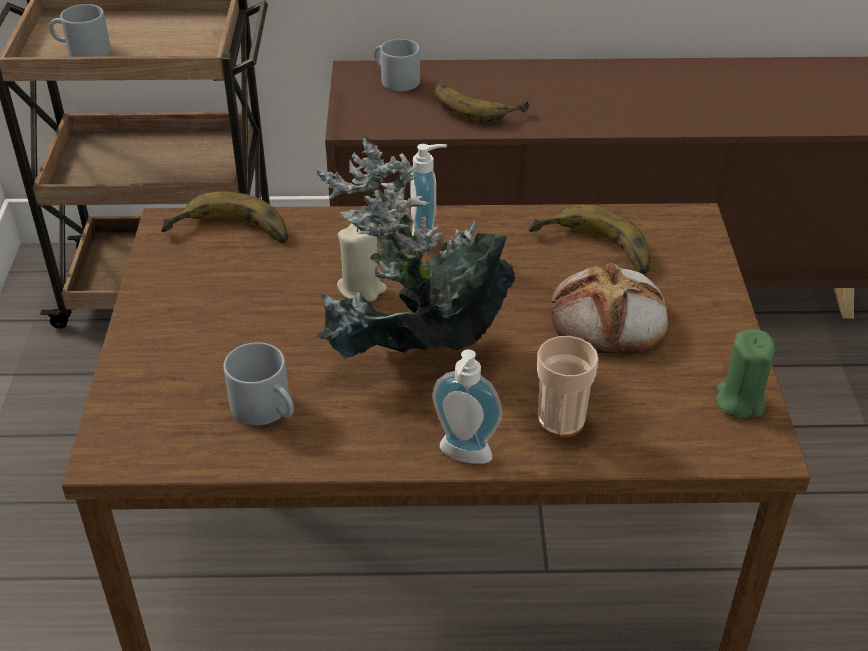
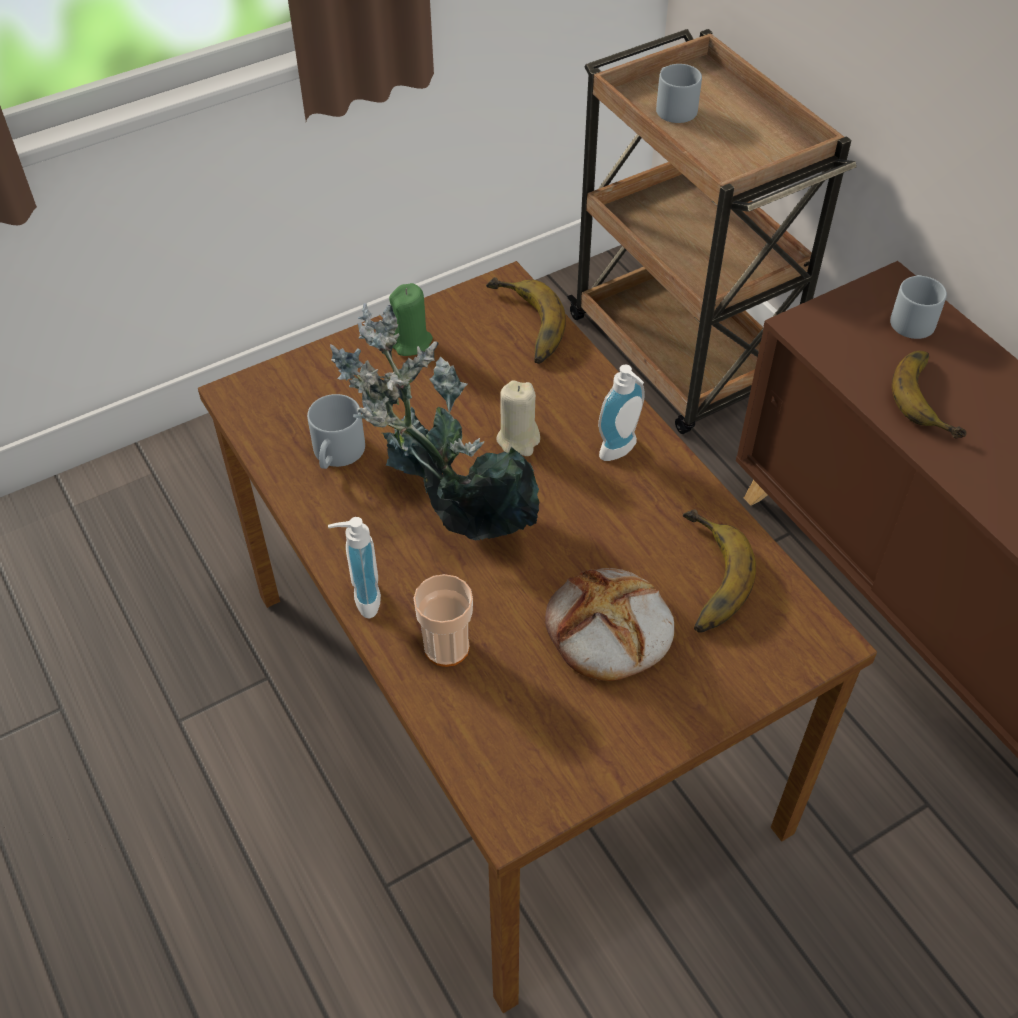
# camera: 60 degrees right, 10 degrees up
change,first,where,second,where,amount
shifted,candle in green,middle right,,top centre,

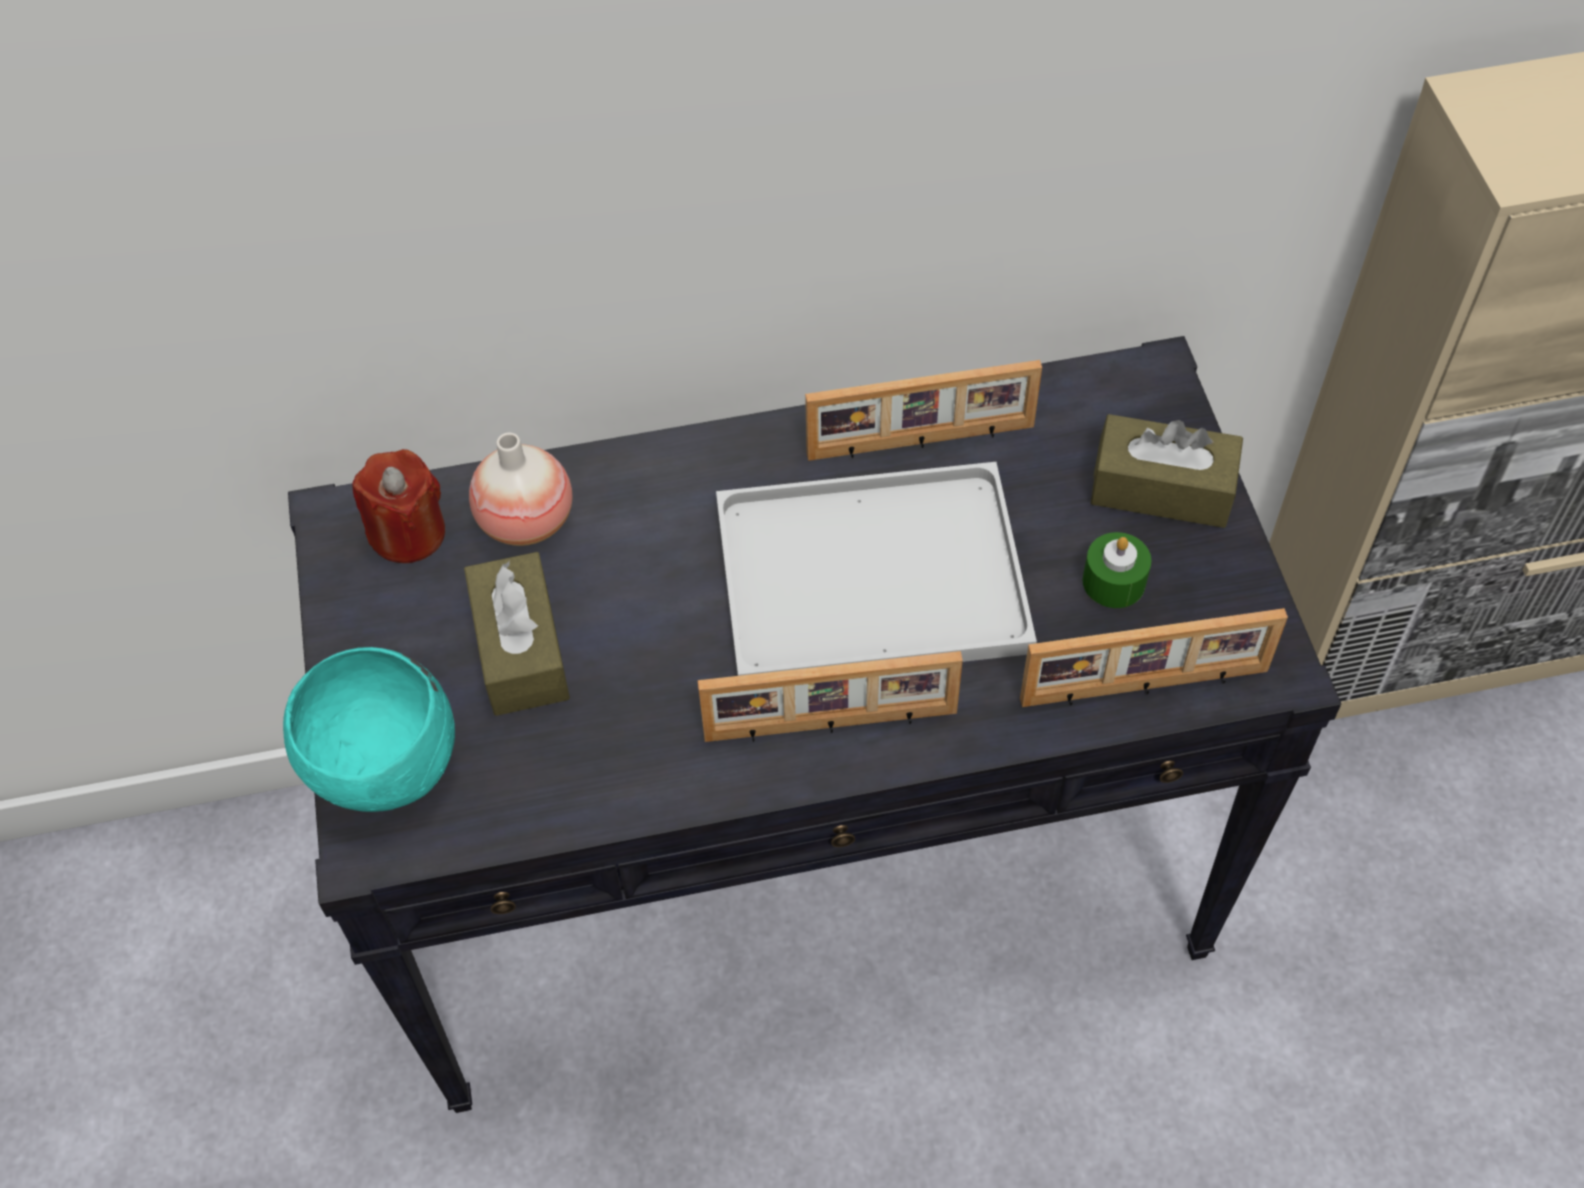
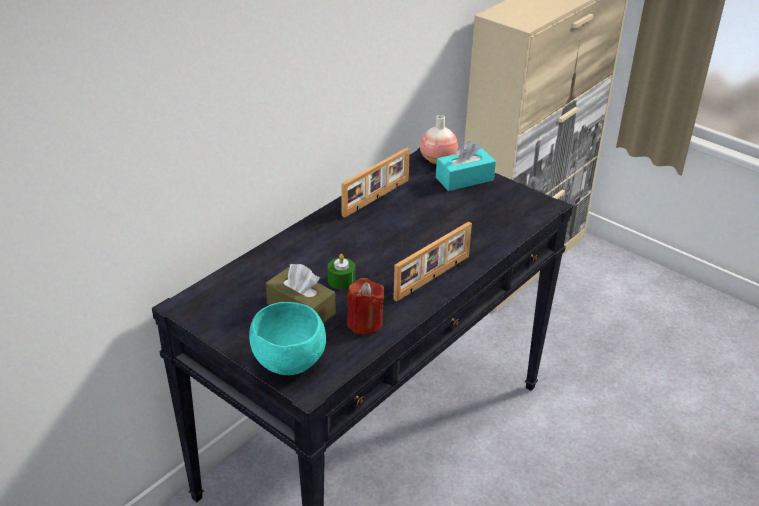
# camera: 40 degrees left, 20 degrees down
change,first,where,second,where,amount
repainted,tissue box in brown (no. 2 from left),middle right,tissue box in turquoise,top centre,
shifted,vase,middle left,,top centre,
shifted,candle in red,middle left,,centre,
gone,tray in white,centre,,,
shifted,candle in green,middle right,,centre,
gone,picture frame (no. 3 from left),middle right,,,

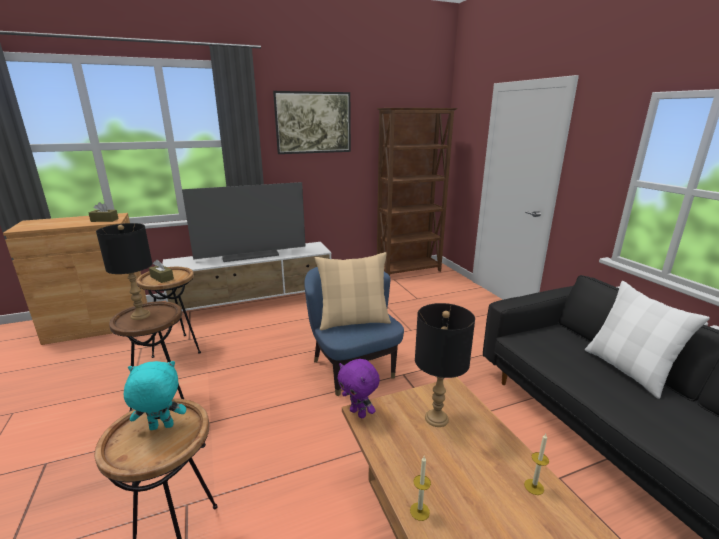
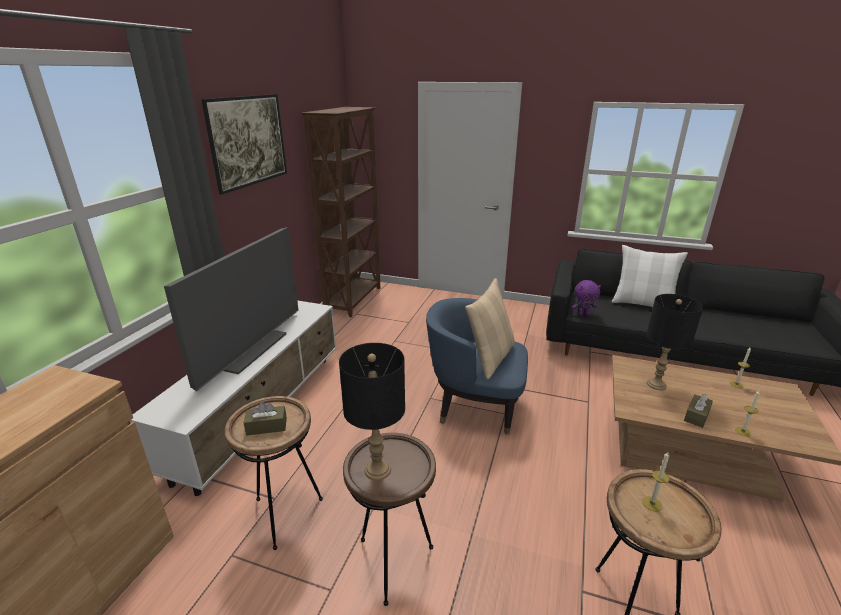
# camera: 50 degrees left, 5 degrees up
change,first,where,second,where,amount
shifted,tissue box in brown (no. 1 from left in the first image),middle left,tissue box in brown (no. 2 from left),bottom right,
shifted,plush toy in purple,bottom centre,,middle right,
swapped,plush toy in turquoise,bottom left,candle (no. 1 from left),bottom right,

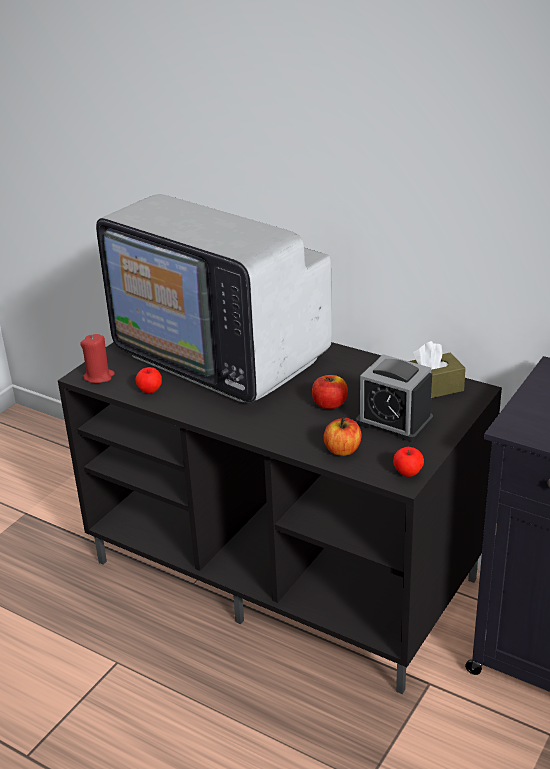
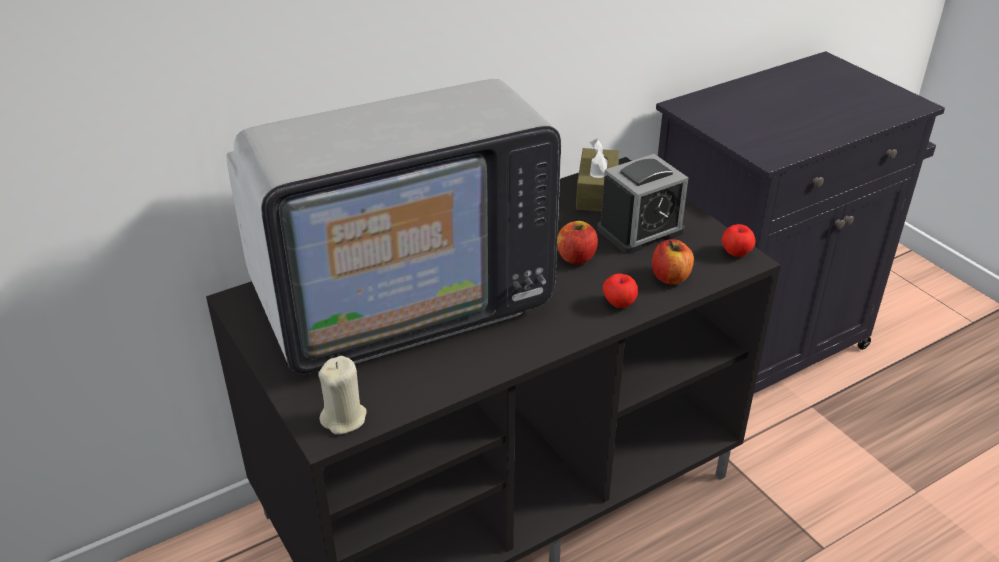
# camera: 65 degrees left, 5 degrees up
change,first,where,second,where,amount
repainted,candle in red,middle left,candle in beige,bottom centre,
shifted,apple (no. 1 from left in the first image),middle left,apple (no. 2 from left),centre,

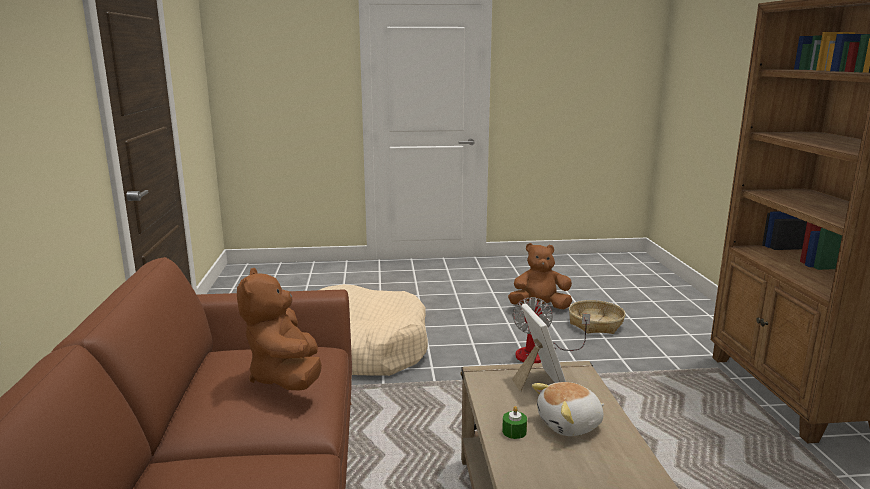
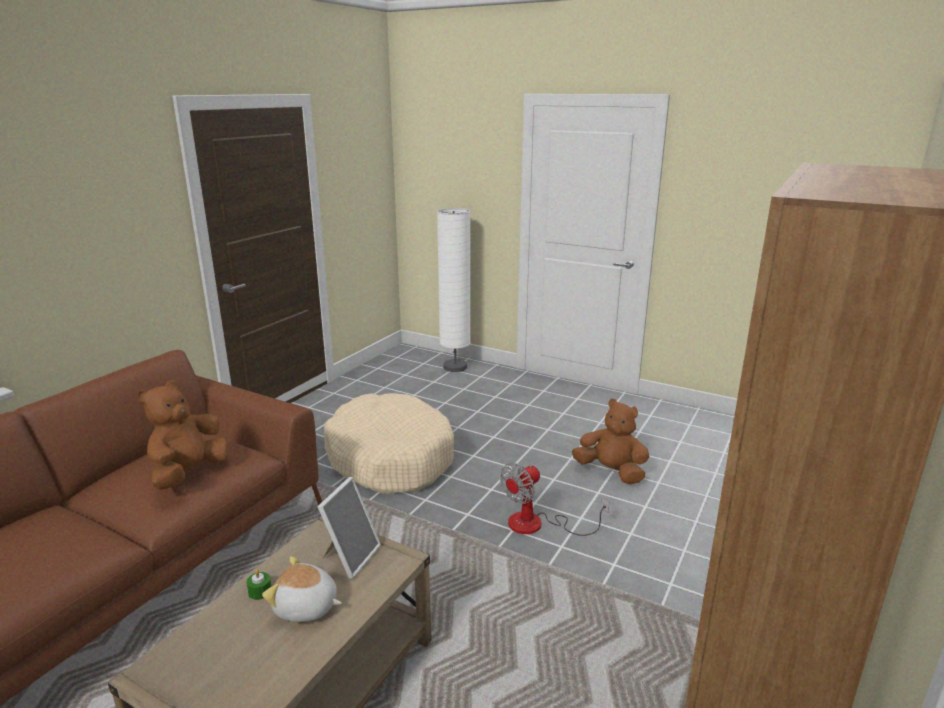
# camera: 35 degrees right, 5 degrees up
change,first,where,second,where,amount
gone,basket,middle right,,,
new,,,floor lamp in white,centre,

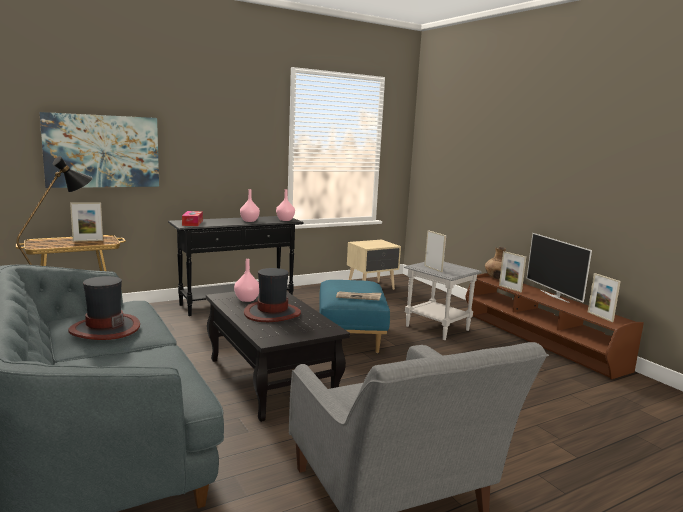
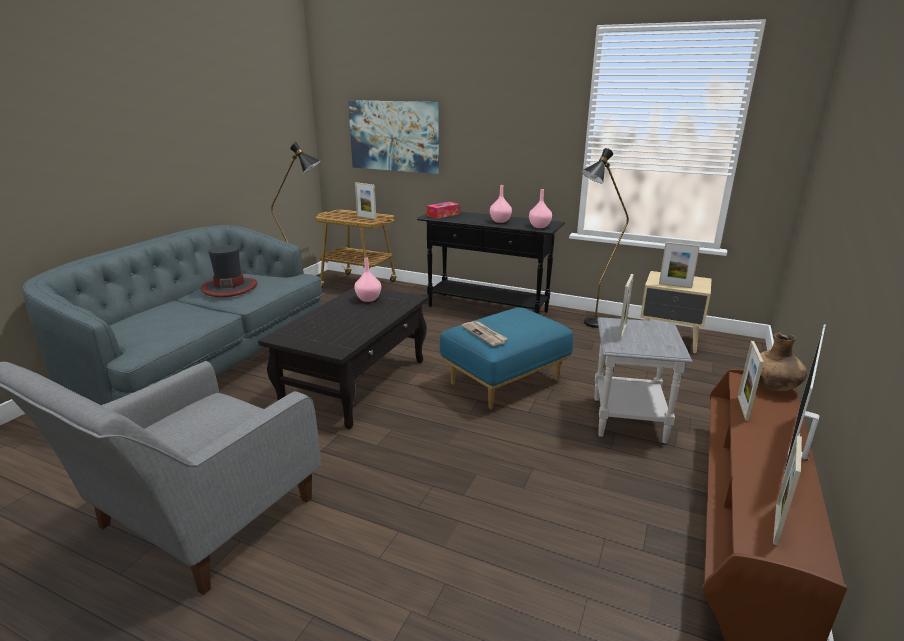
# camera: 55 degrees right, 10 degrees up
change,first,where,second,where,amount
gone,hat (no. 2 from left),centre,,,
new,,,floor lamp in black (no. 2 from left),middle right,
new,,,picture frame (no. 3 from left),middle right,

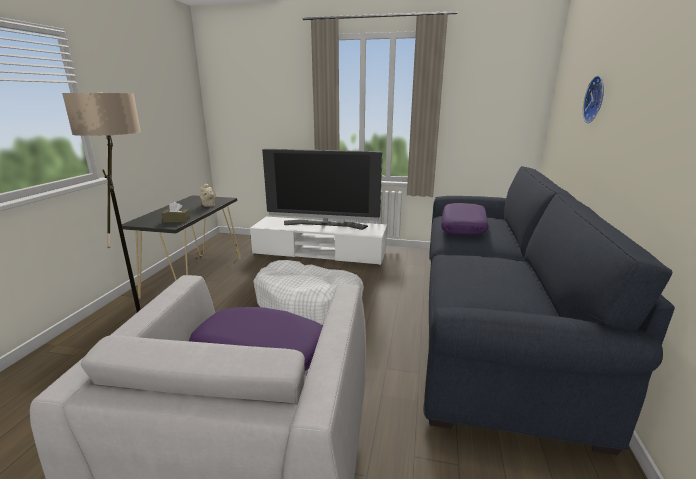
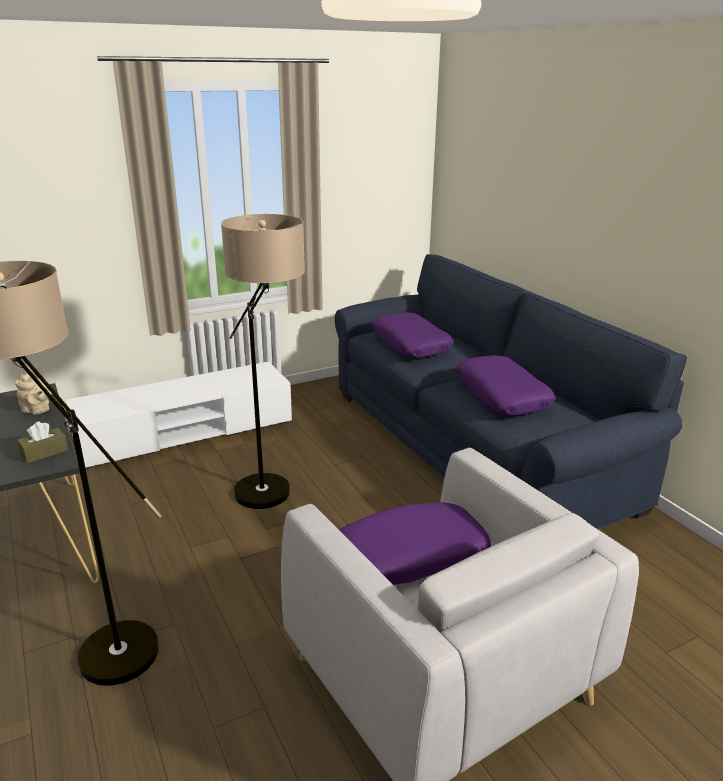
# camera: 40 degrees left, 5 degrees up
change,first,where,second,where,amount
gone,wall clock,top right,,,
gone,television,centre,,,
swapped,dog bed in white,centre,floor lamp (no. 2 from left),centre,
new,,,pillow in purple (no. 3 from left),middle right,

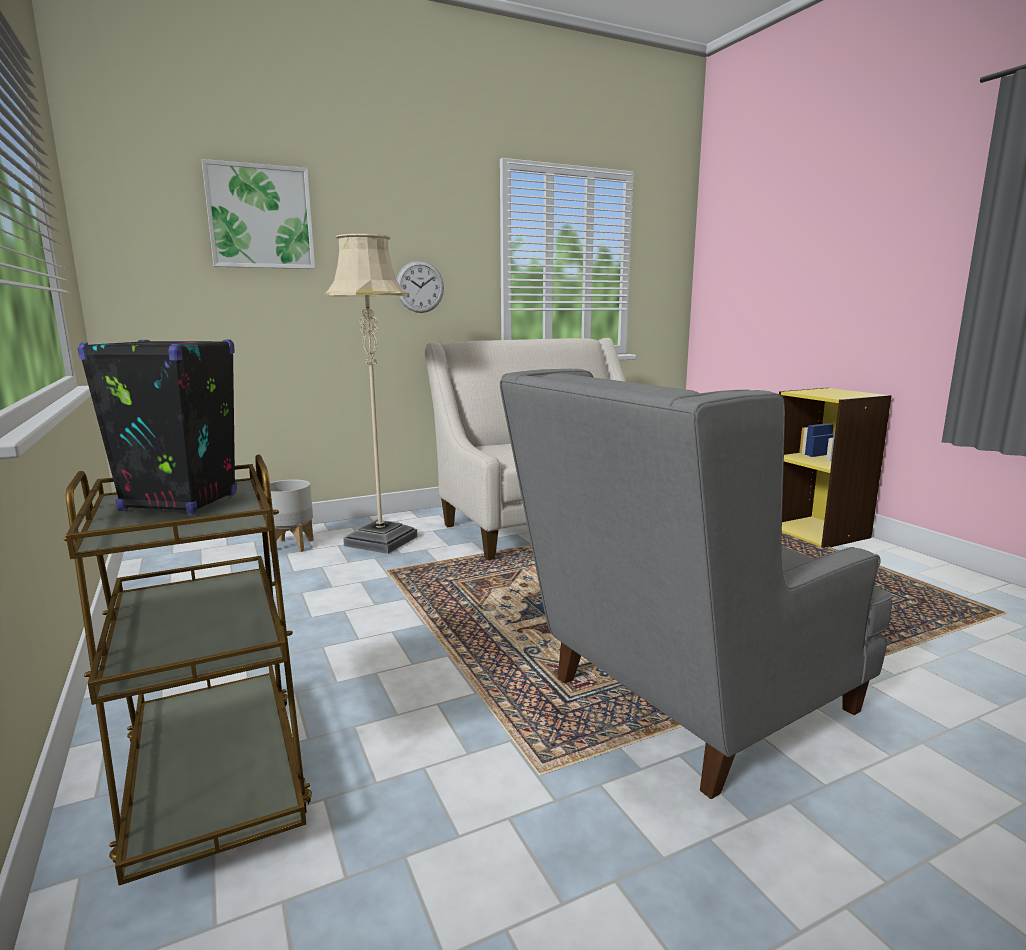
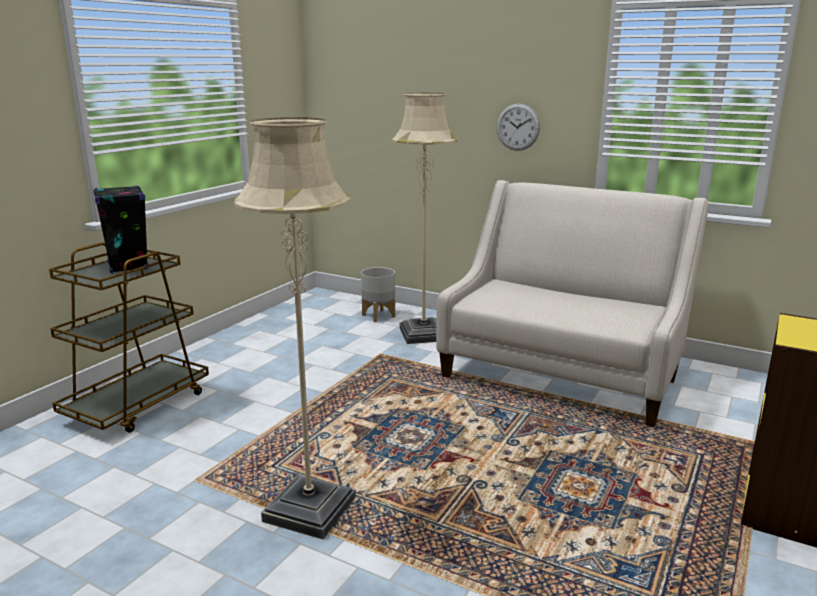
# camera: 55 degrees right, 5 degrees up
change,first,where,second,where,amount
gone,picture,top left,,,
swapped,armchair in grey,middle right,floor lamp in beige (no. 1 from left),centre,

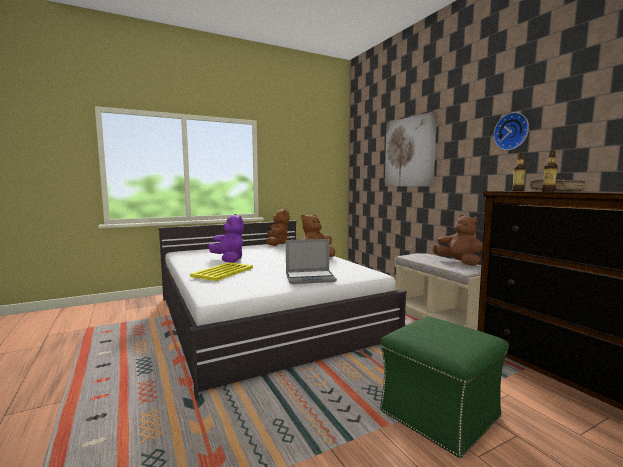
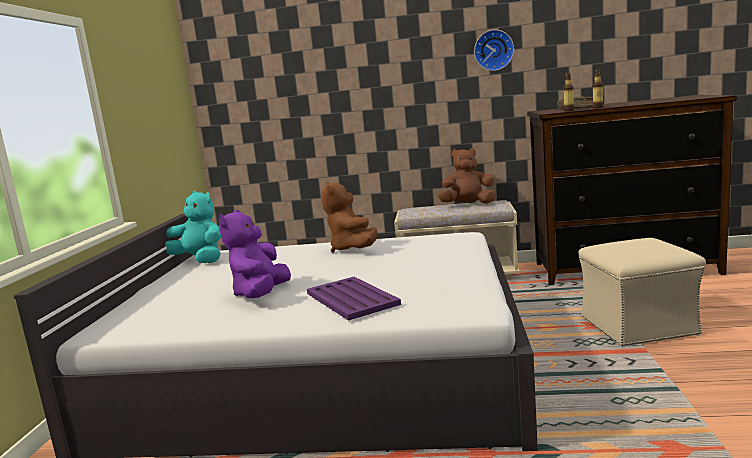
# camera: 55 degrees left, 5 degrees up
change,first,where,second,where,amount
gone,picture,top centre,,,
repainted,plush toy in brown (no. 1 from left),centre,plush toy in turquoise,middle left,
rotated,plush toy in purple,centre,,centre,75 degrees counterclockwise
gone,laptop,centre,,,
repainted,tray in yellow,centre,tray in purple,centre,
repainted,ottoman in green,bottom right,ottoman in beige,middle right,

